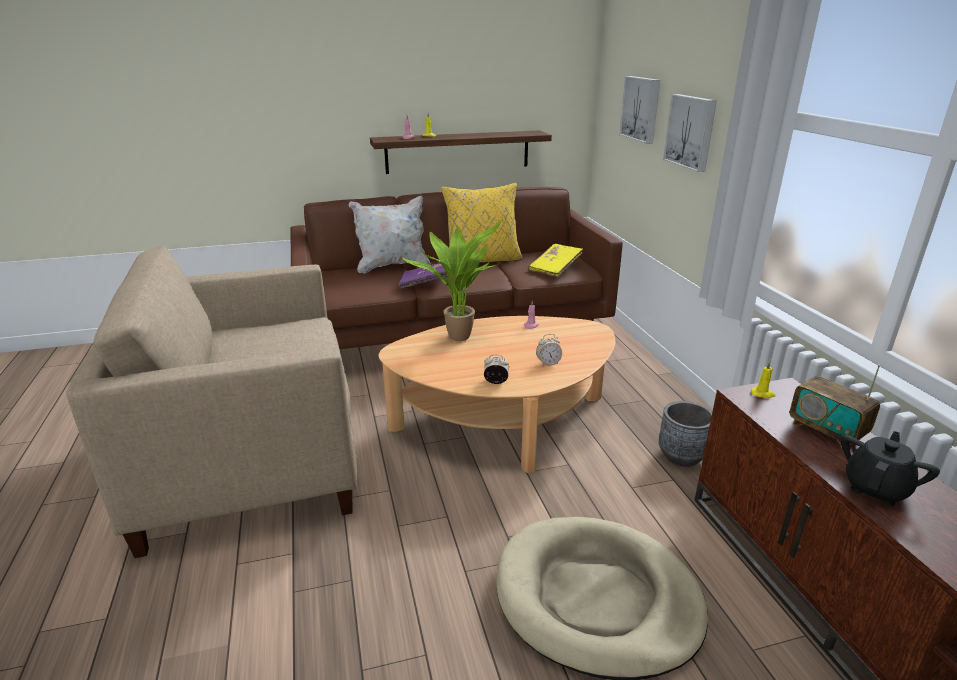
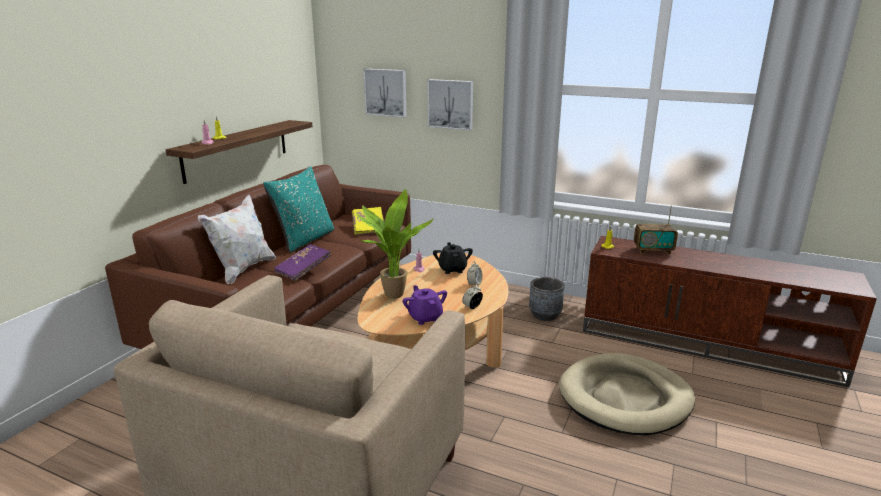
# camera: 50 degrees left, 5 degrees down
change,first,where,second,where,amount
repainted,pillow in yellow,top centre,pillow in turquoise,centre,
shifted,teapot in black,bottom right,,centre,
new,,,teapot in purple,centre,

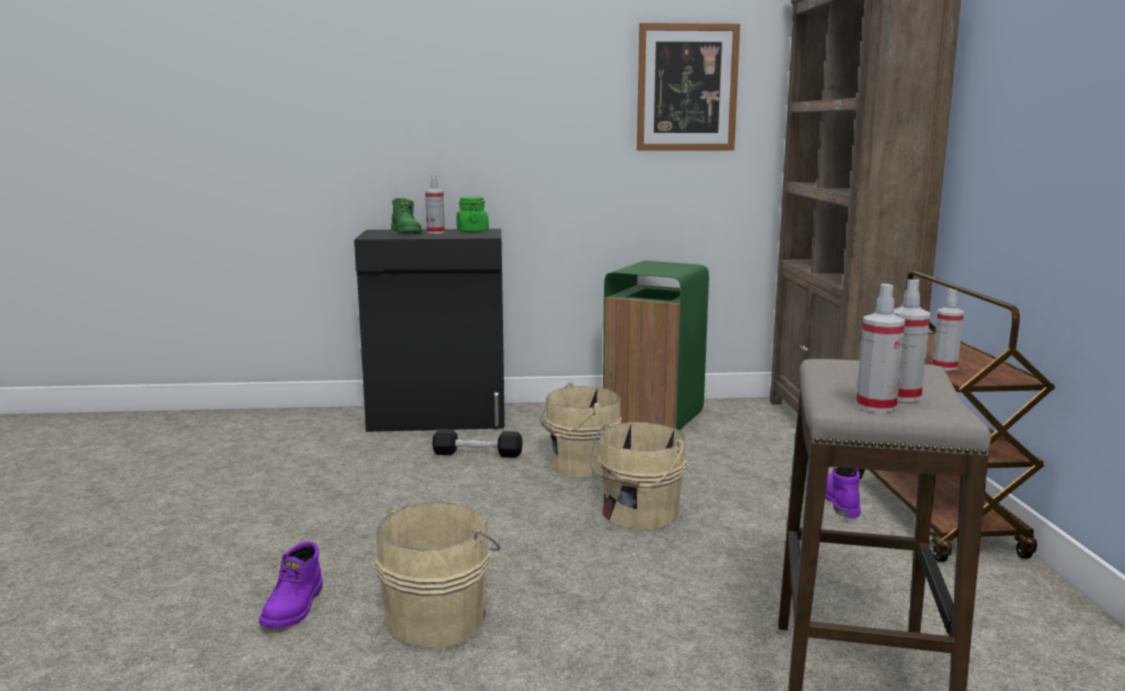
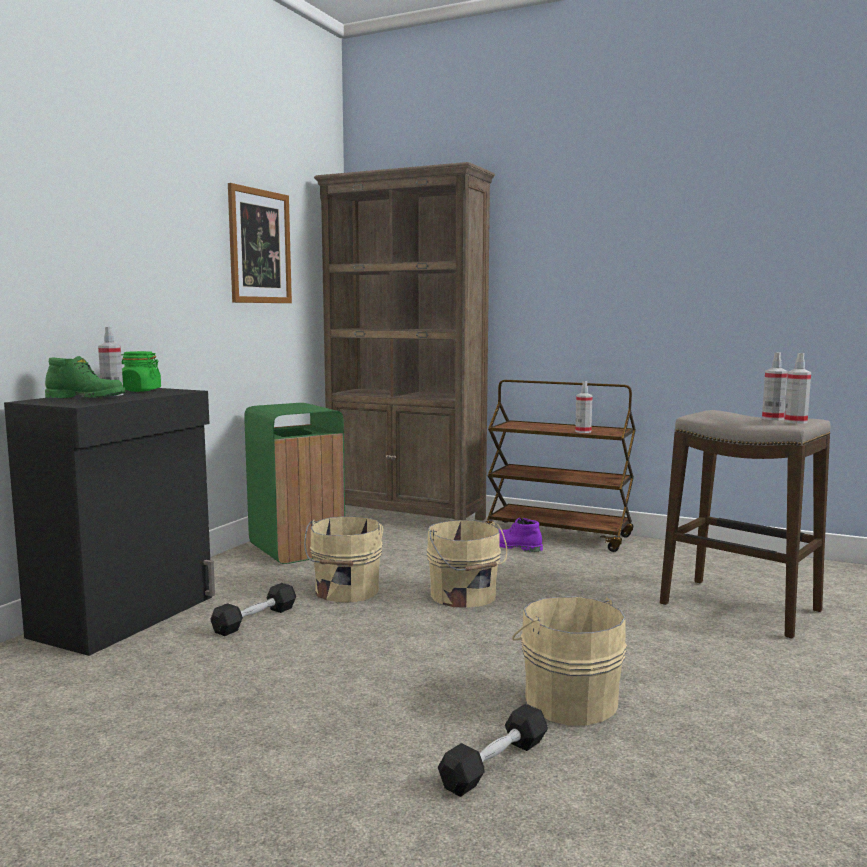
# camera: 60 degrees left, 5 degrees down
change,first,where,second,where,amount
swapped,boot in purple (no. 1 from left),bottom left,dumbbell in black (no. 2 from left),bottom centre,

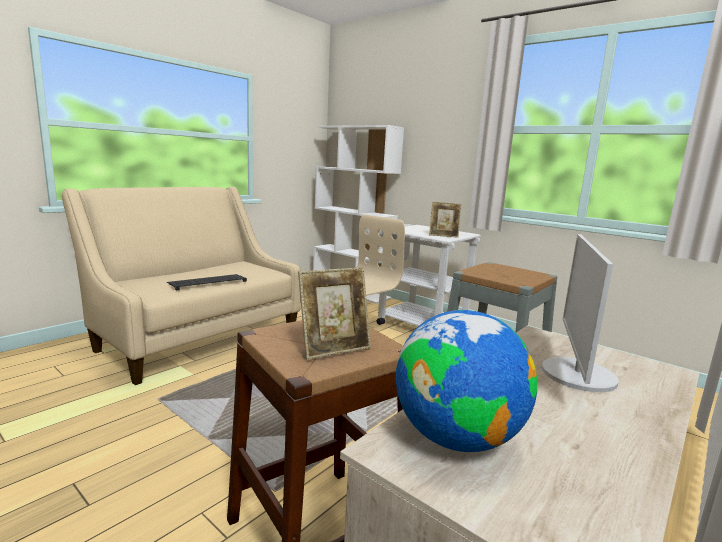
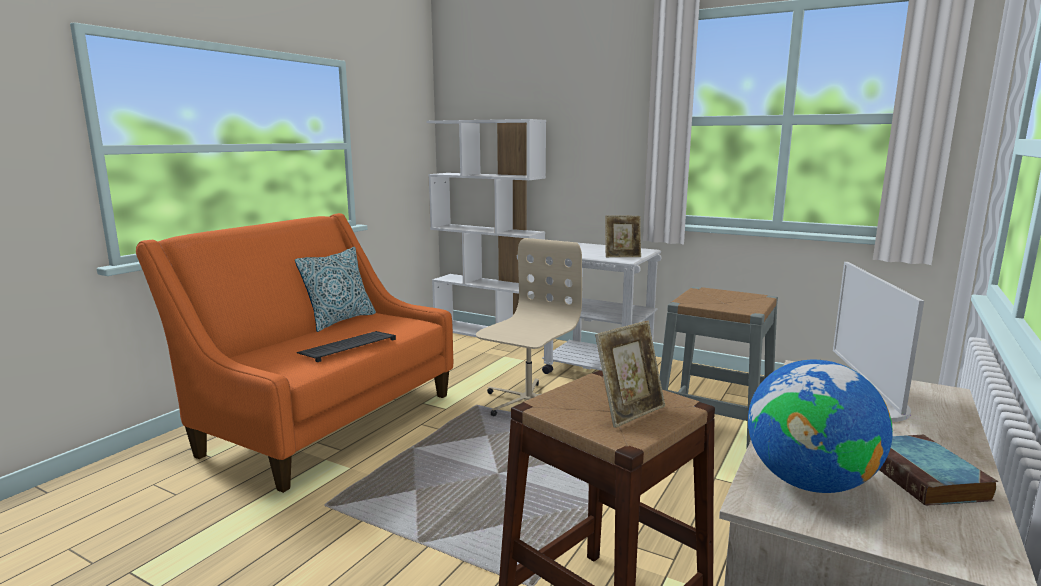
# camera: 10 degrees left, 0 degrees up
change,first,where,second,where,amount
repainted,sofa in beige,middle left,sofa in orange,middle left,
new,,,pillow,middle left,
new,,,book,bottom right,

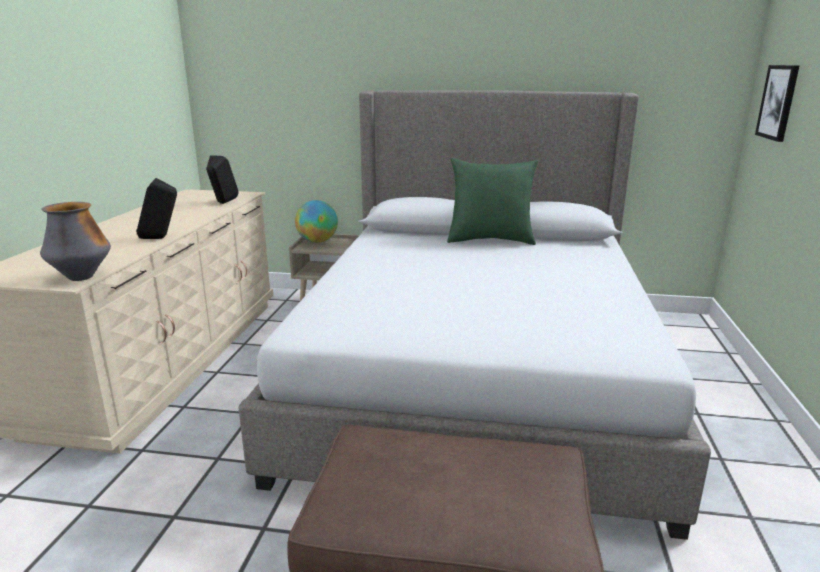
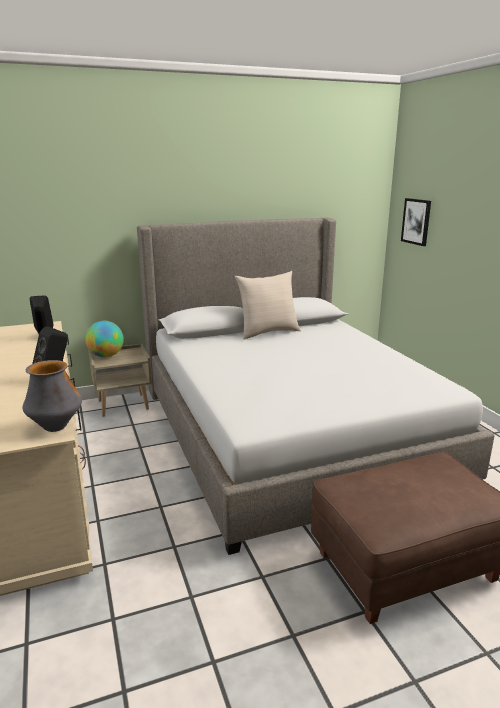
# camera: 30 degrees left, 0 degrees up
change,first,where,second,where,amount
repainted,pillow in green,centre,pillow in beige,centre,

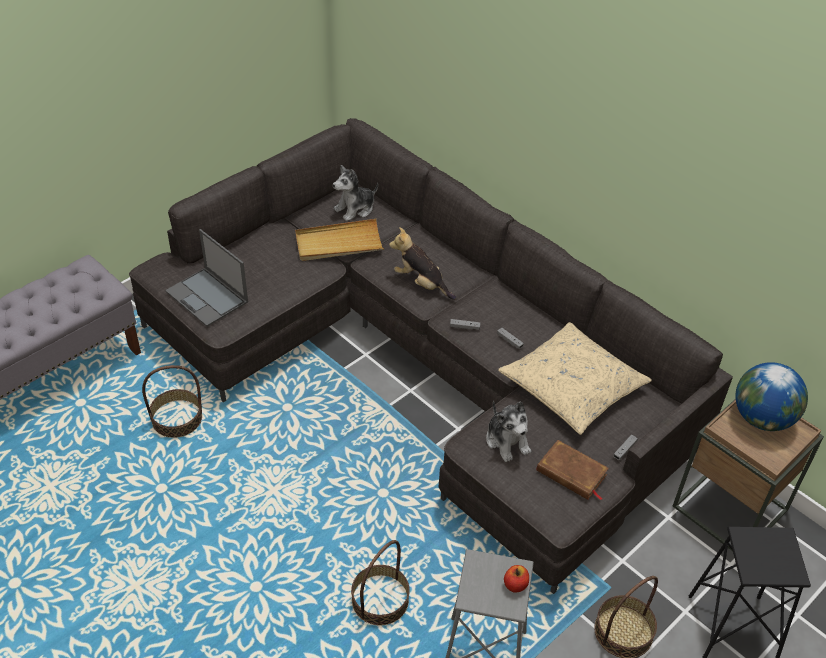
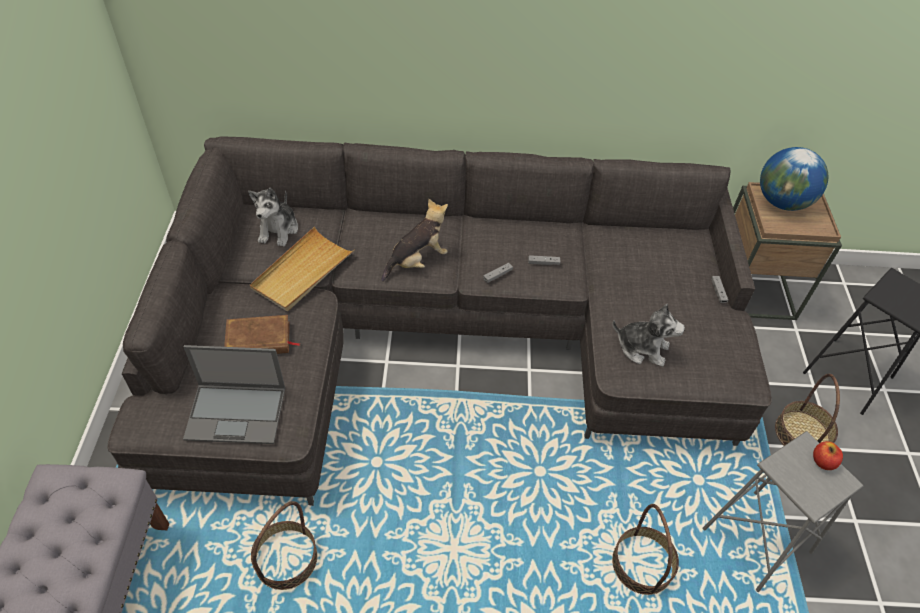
# camera: 45 degrees left, 5 degrees up
change,first,where,second,where,amount
rotated,plush toy (no. 2 from left),centre,,centre,150 degrees clockwise
gone,pillow in beige,middle right,,,
shifted,book in brown,bottom right,,middle left,

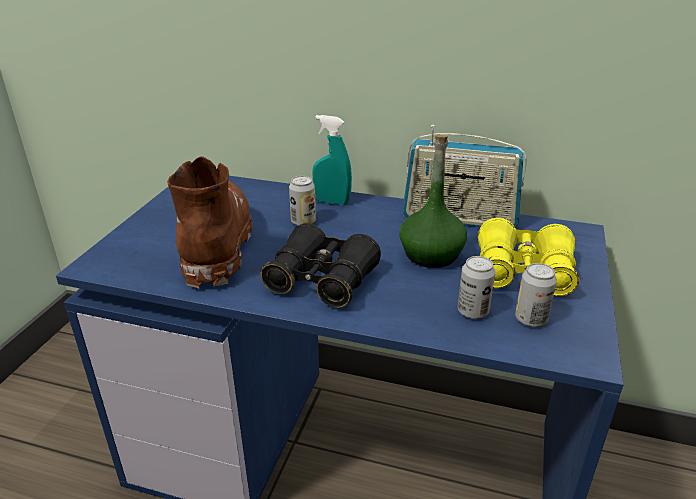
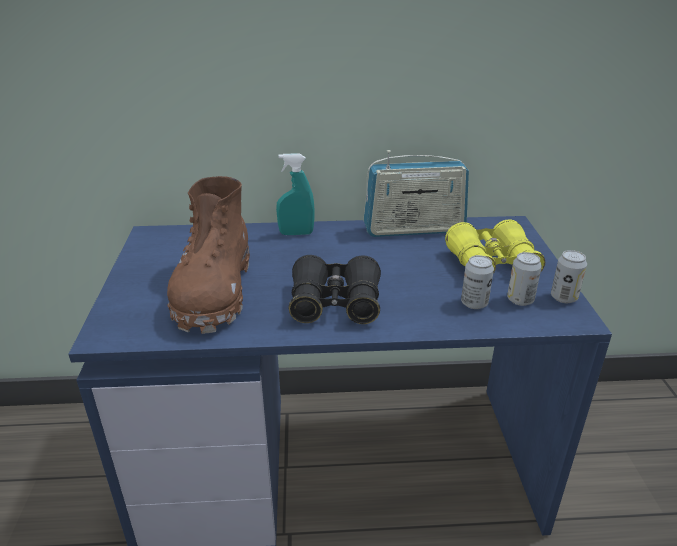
# camera: 20 degrees left, 0 degrees up
change,first,where,second,where,amount
gone,bottle in green,centre,,,
rotated,boot in brown,middle left,,middle left,150 degrees counterclockwise
shifted,can (no. 1 from left in the first image),centre,can (no. 3 from left),middle right,

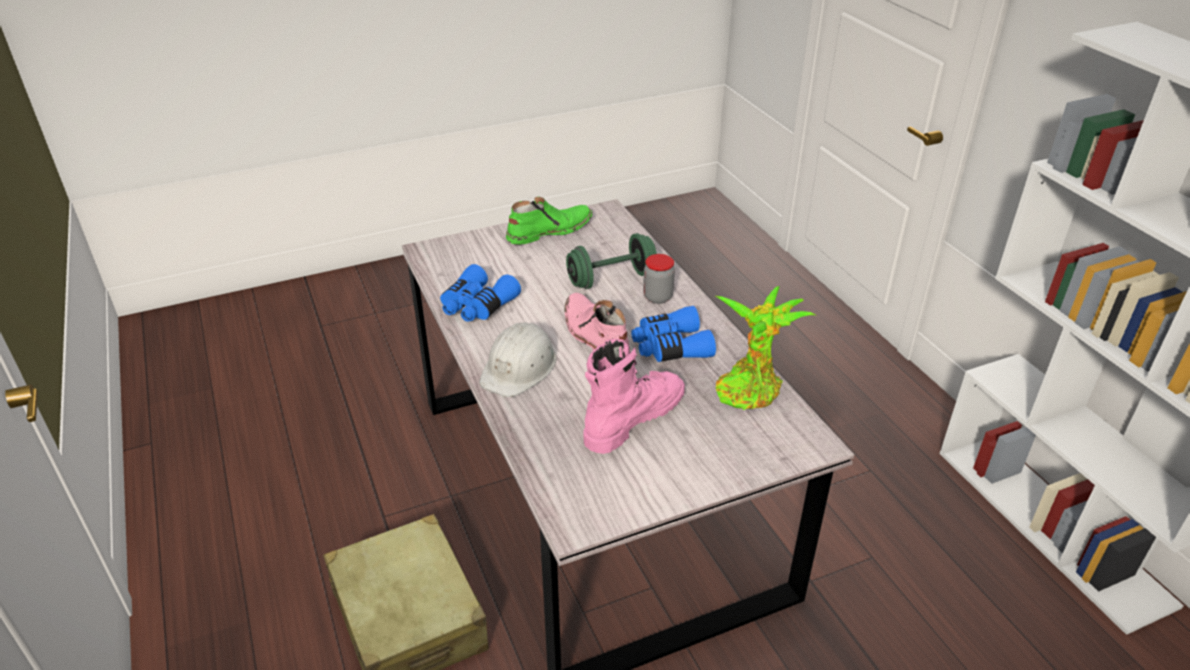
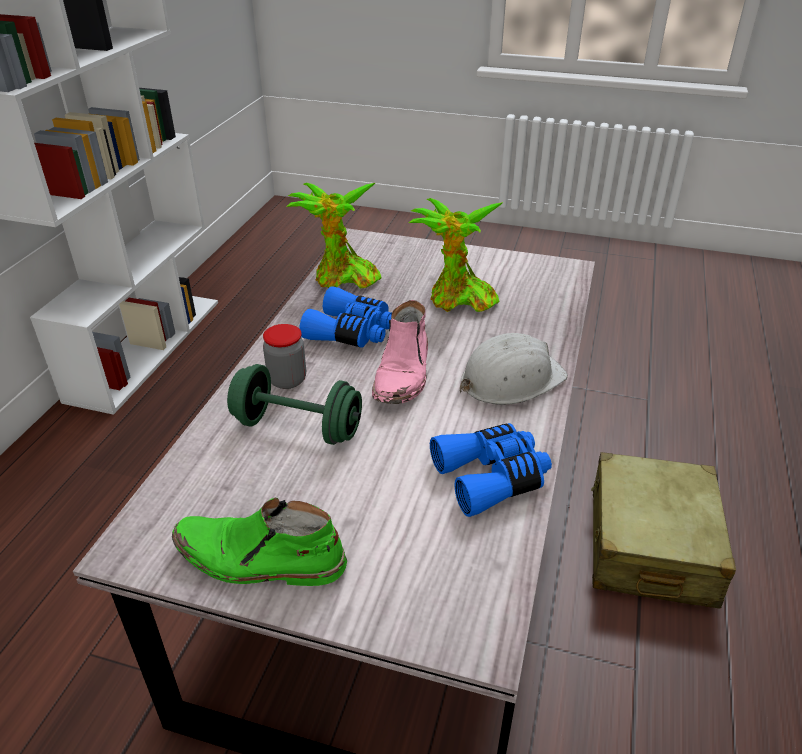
# camera: 140 degrees left, 0 degrees up
change,first,where,second,where,amount
swapped,boot in pink (no. 2 from left),centre,potted plant (no. 2 from left),centre,

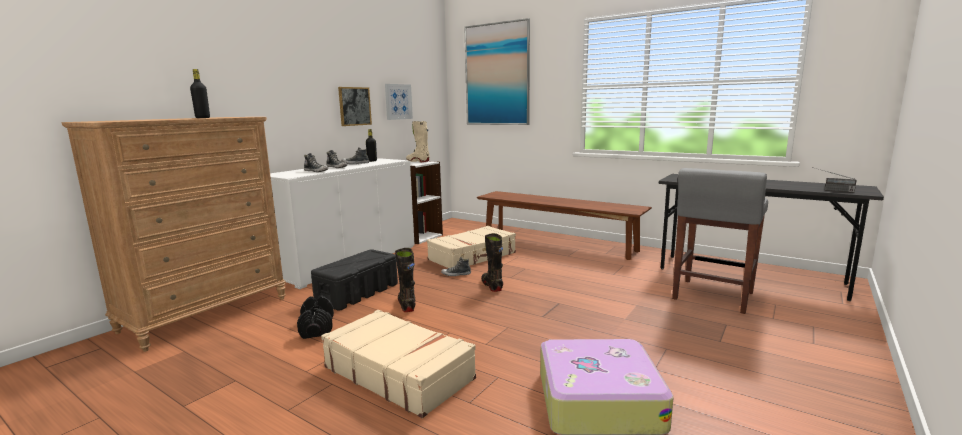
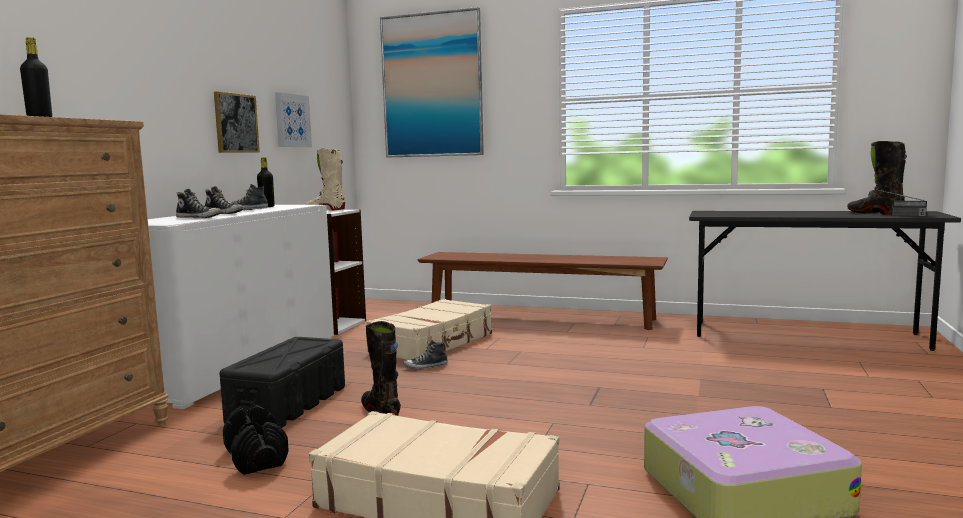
# camera: 15 degrees left, 5 degrees down
change,first,where,second,where,amount
gone,stool in grey,middle right,,,
shifted,boot in black (no. 2 from left),centre,,middle right,

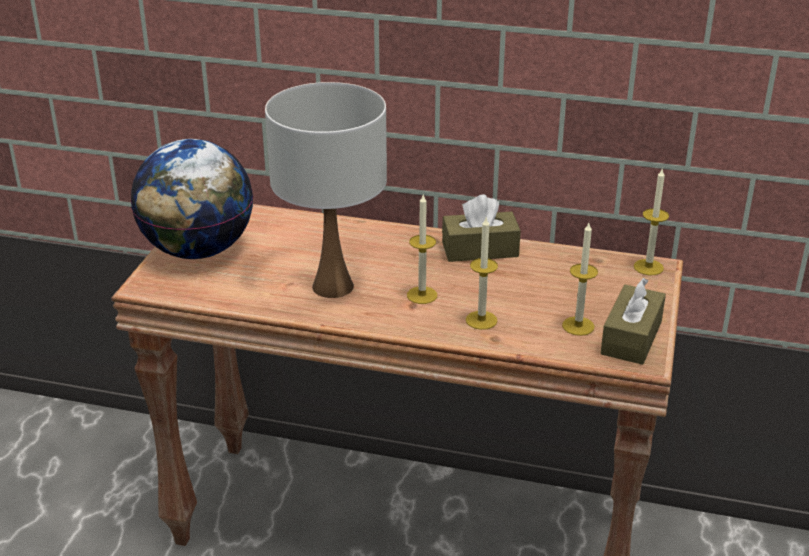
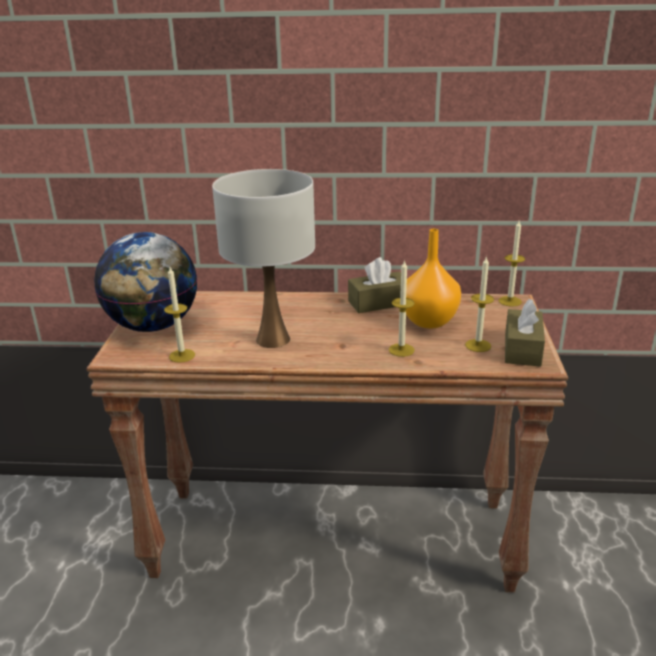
# camera: 10 degrees left, 5 degrees down
change,first,where,second,where,amount
shifted,candle (no. 1 from left),centre,,middle left,
new,,,vase in orange,centre,

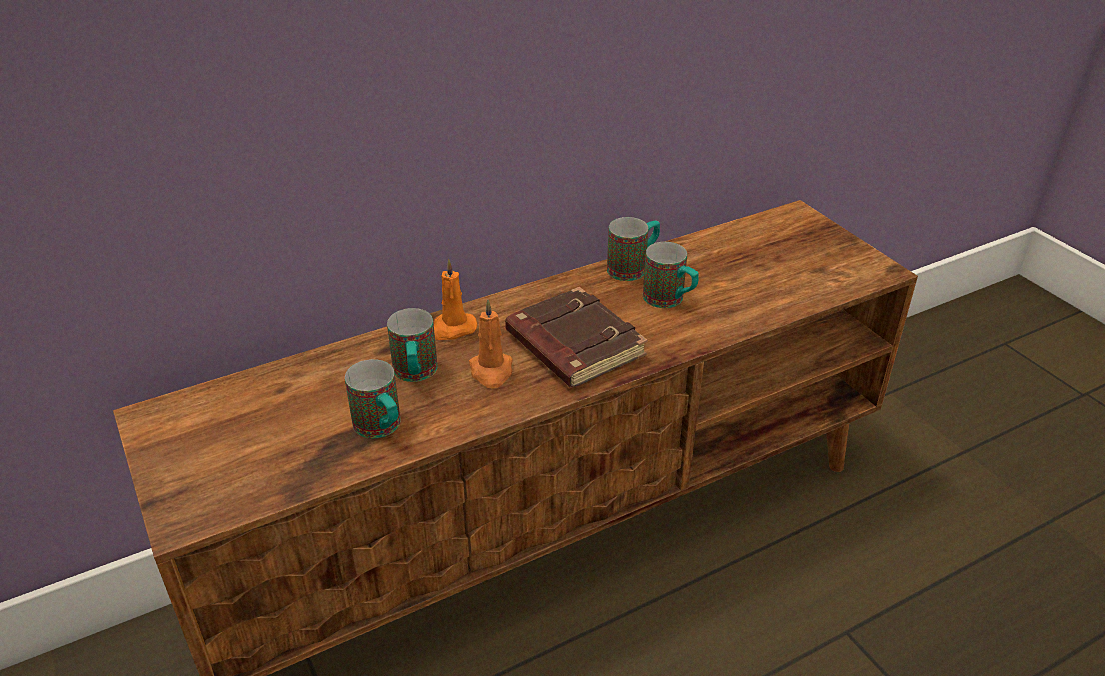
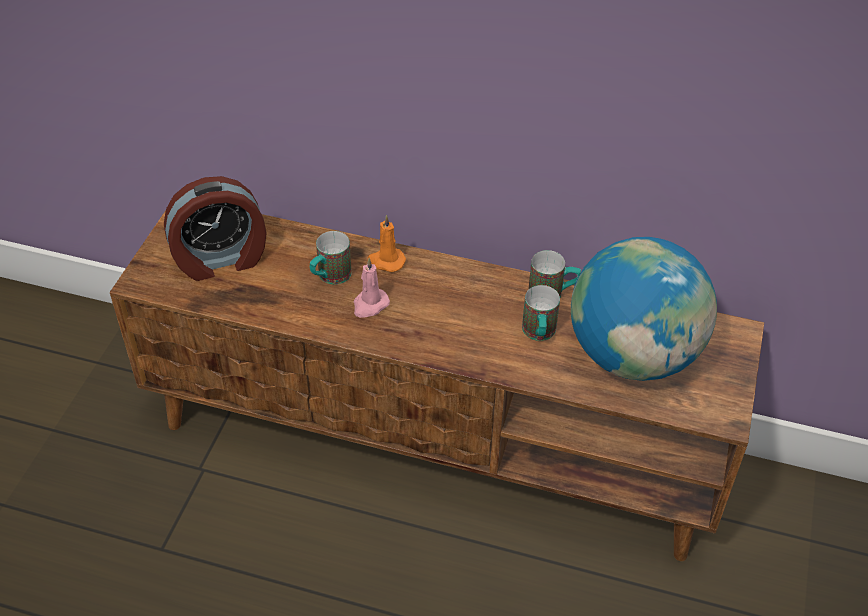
# camera: 45 degrees right, 10 degrees up
change,first,where,second,where,amount
gone,book in brown,centre,,,
repainted,candle in orange (no. 2 from left),centre,candle in pink,centre,
gone,mug (no. 1 from left),centre,,,
new,,,alarm clock,middle left,
new,,,globe,middle right,

